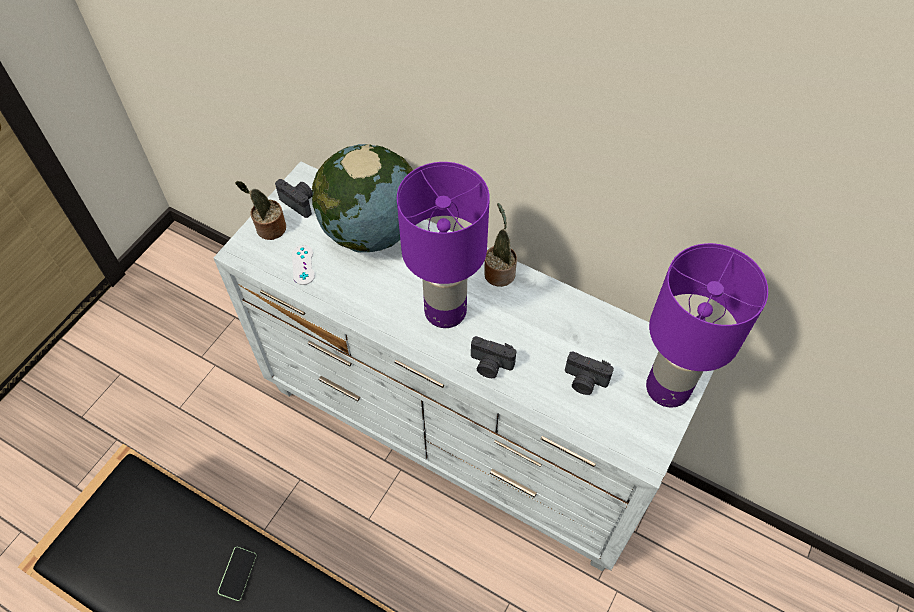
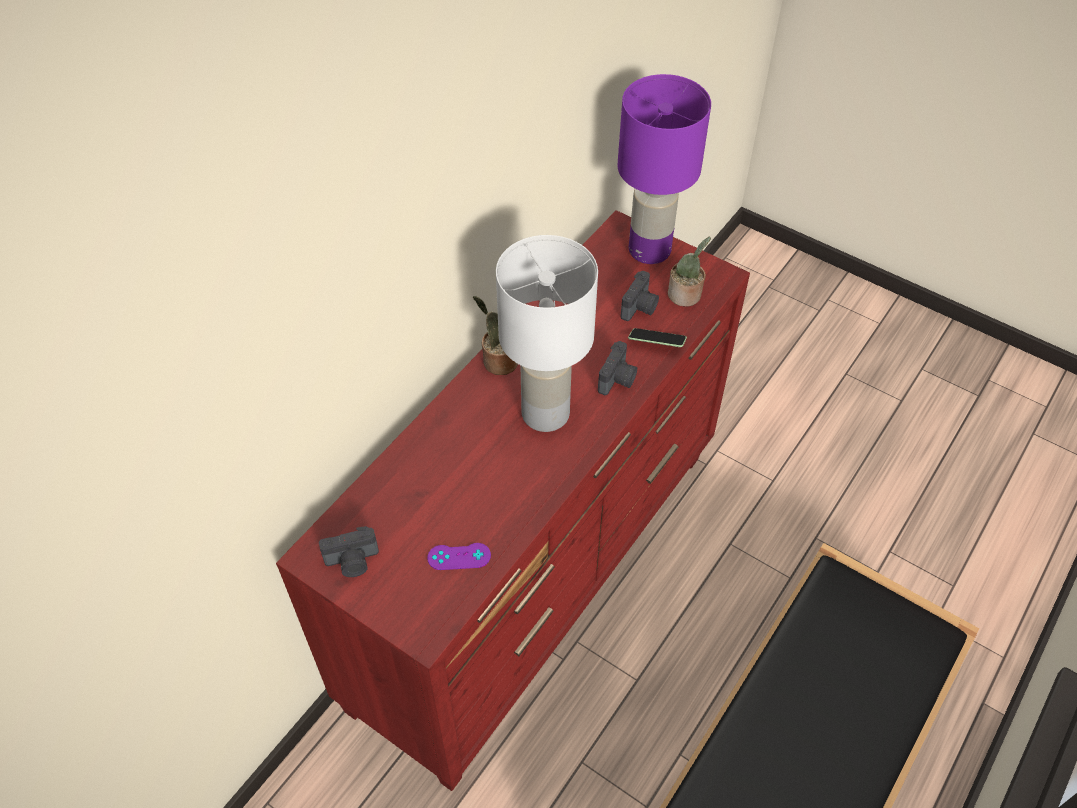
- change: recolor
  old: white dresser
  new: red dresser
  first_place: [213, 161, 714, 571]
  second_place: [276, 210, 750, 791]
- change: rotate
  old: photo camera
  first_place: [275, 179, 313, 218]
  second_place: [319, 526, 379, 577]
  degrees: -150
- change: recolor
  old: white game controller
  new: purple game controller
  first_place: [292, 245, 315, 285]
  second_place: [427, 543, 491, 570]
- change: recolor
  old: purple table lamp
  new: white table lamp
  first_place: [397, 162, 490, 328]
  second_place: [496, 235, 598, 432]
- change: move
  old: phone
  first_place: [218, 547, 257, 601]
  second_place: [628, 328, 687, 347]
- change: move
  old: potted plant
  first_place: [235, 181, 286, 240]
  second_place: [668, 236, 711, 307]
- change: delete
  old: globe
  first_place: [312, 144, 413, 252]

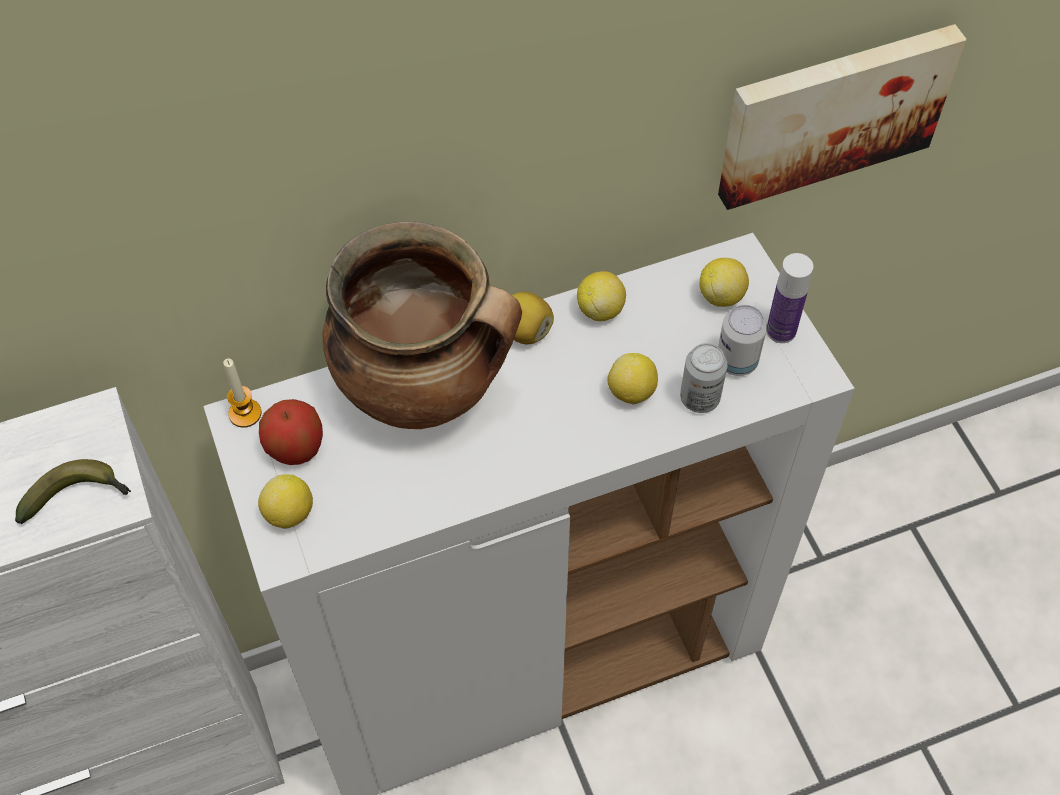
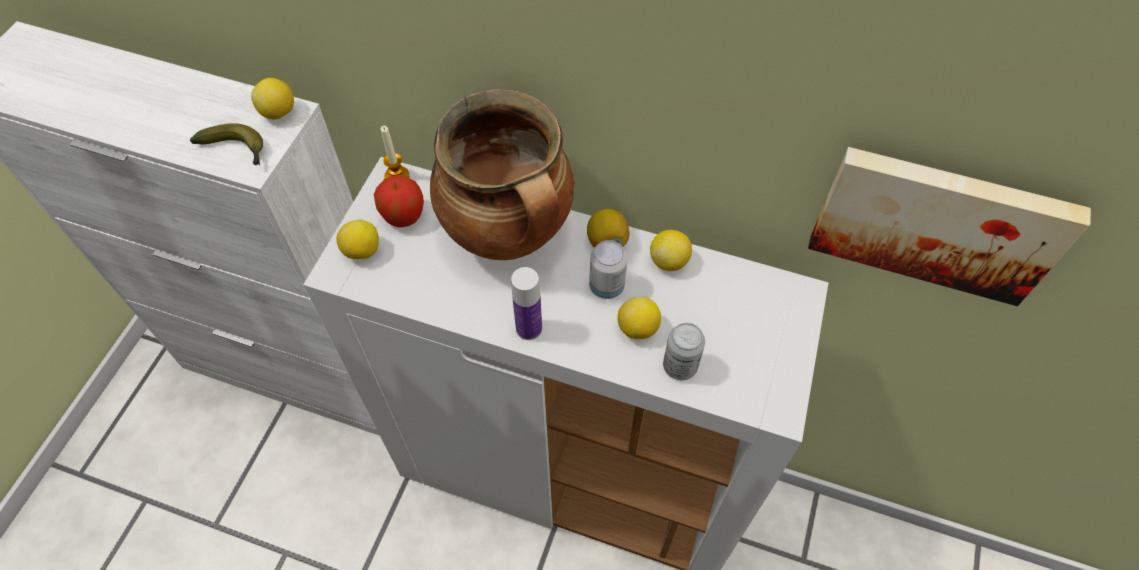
- change: move
  old: lemon
  first_place: [700, 258, 749, 307]
  second_place: [251, 78, 294, 119]
- change: move
  old: bottle
  first_place: [766, 253, 814, 343]
  second_place: [511, 267, 542, 340]
- change: move
  old: can
  first_place: [718, 305, 767, 376]
  second_place: [589, 240, 627, 299]

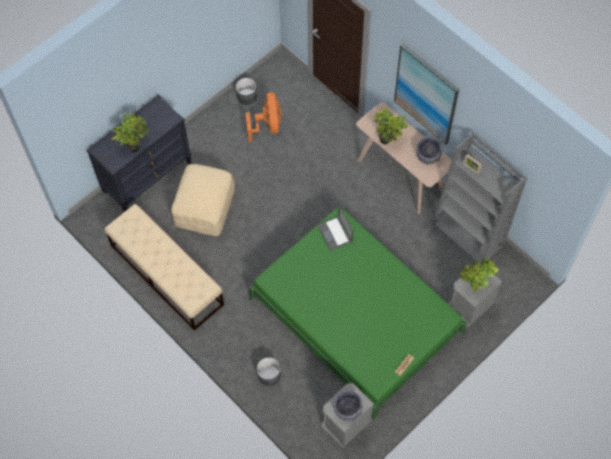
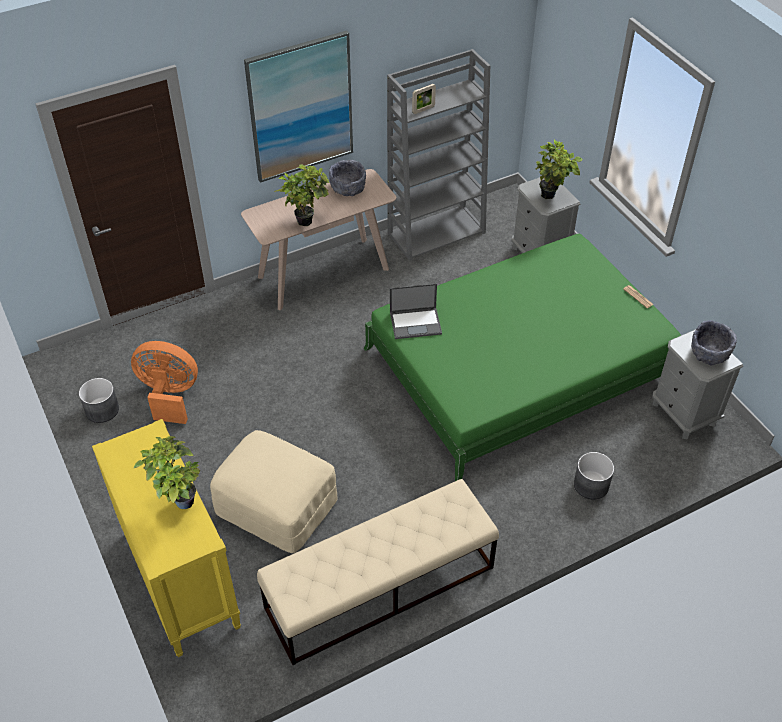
- change: recolor
  old: black dresser
  new: yellow dresser
  first_place: [87, 95, 191, 212]
  second_place: [92, 419, 241, 657]

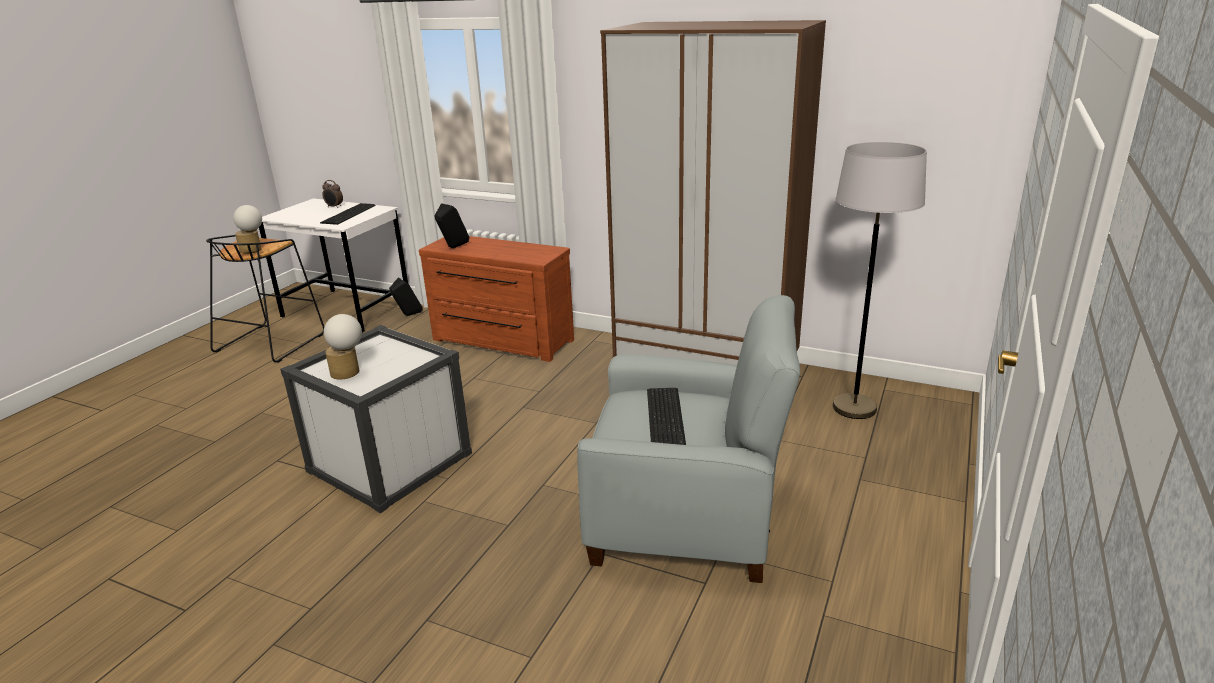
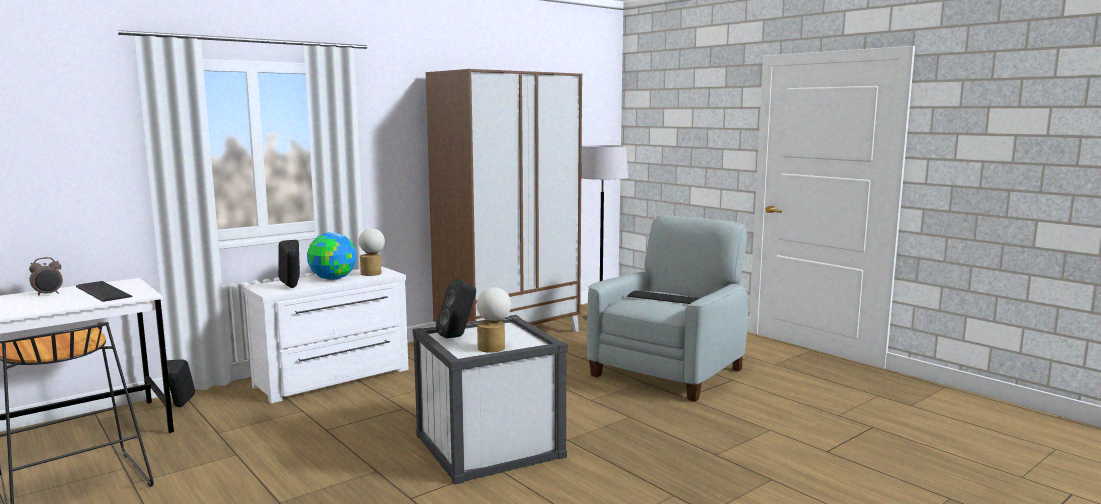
- change: recolor
  old: brown dresser
  new: white dresser
  first_place: [419, 236, 574, 362]
  second_place: [243, 266, 409, 403]
- change: insert
  new: globe
  second_place: [307, 232, 357, 280]
- change: move
  old: table lamp
  first_place: [233, 205, 262, 254]
  second_place: [359, 228, 385, 276]
- change: insert
  new: black speaker
  second_place: [436, 279, 476, 338]

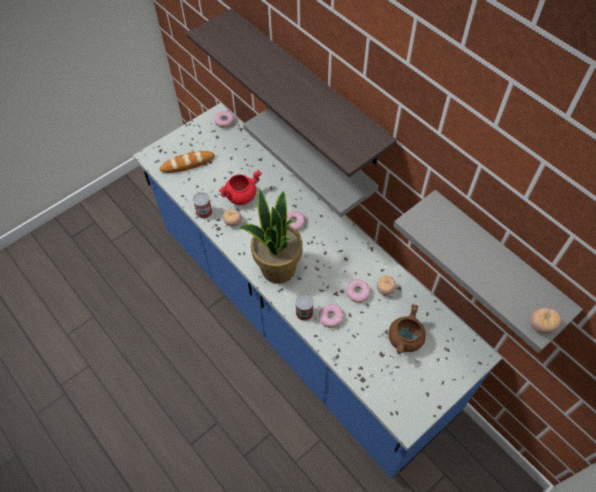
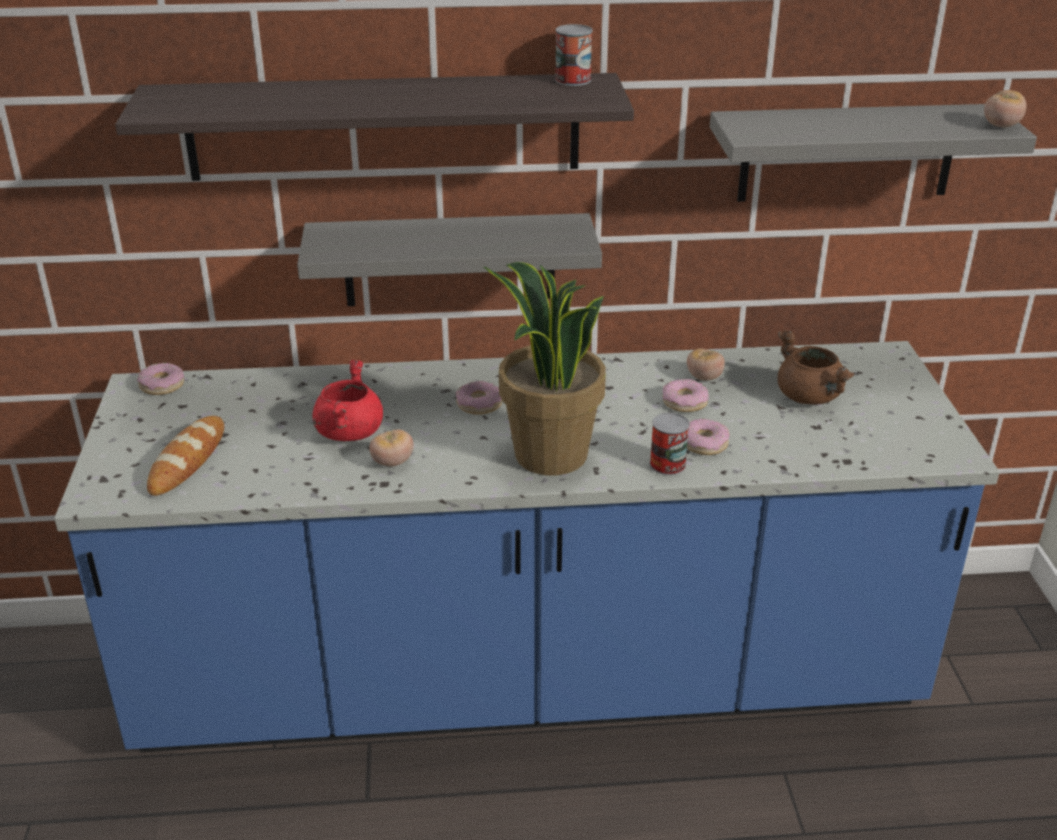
- change: move
  old: can
  first_place: [193, 192, 212, 219]
  second_place: [555, 24, 593, 86]

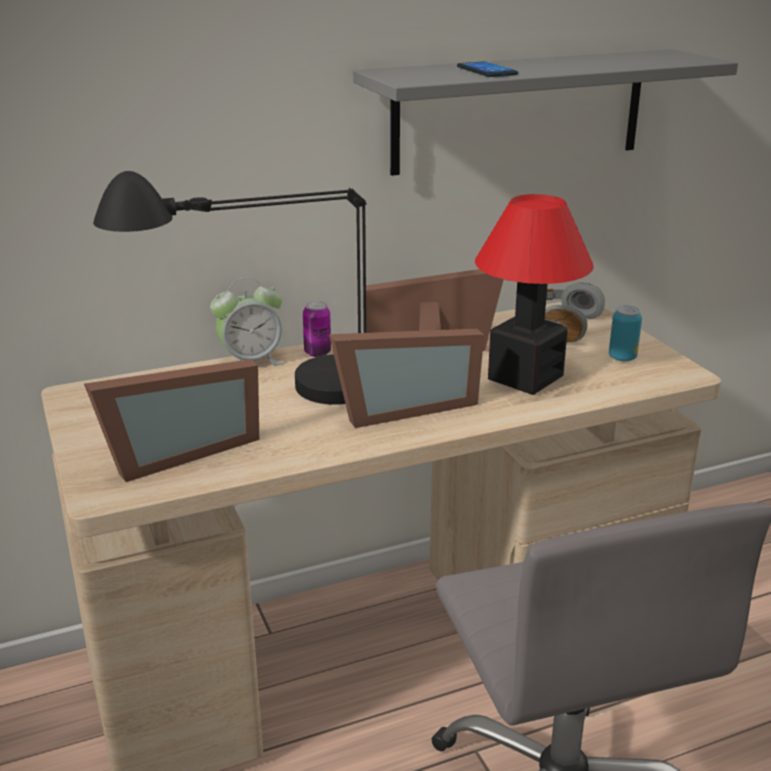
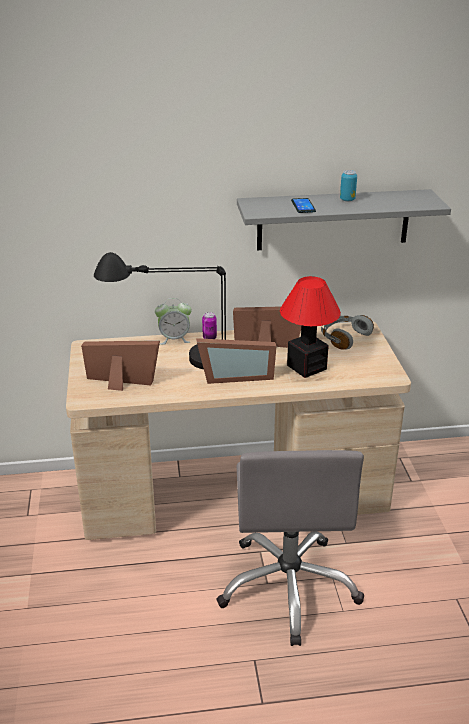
- change: rotate
  old: picture frame
  first_place: [84, 359, 259, 482]
  second_place: [81, 340, 160, 391]
  degrees: -150
- change: move
  old: can
  first_place: [609, 306, 642, 361]
  second_place: [340, 170, 357, 201]

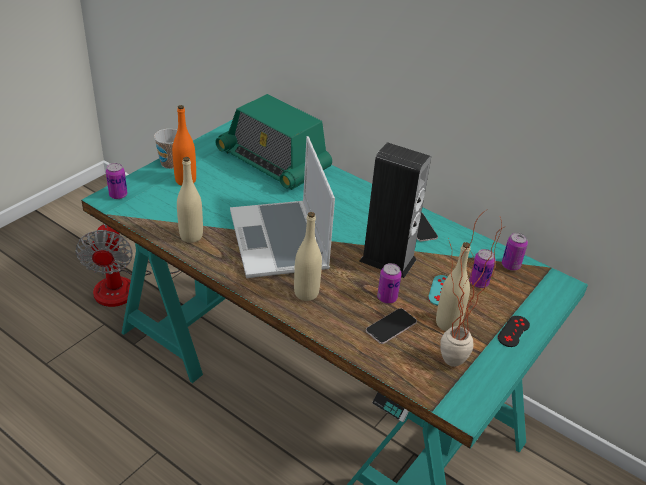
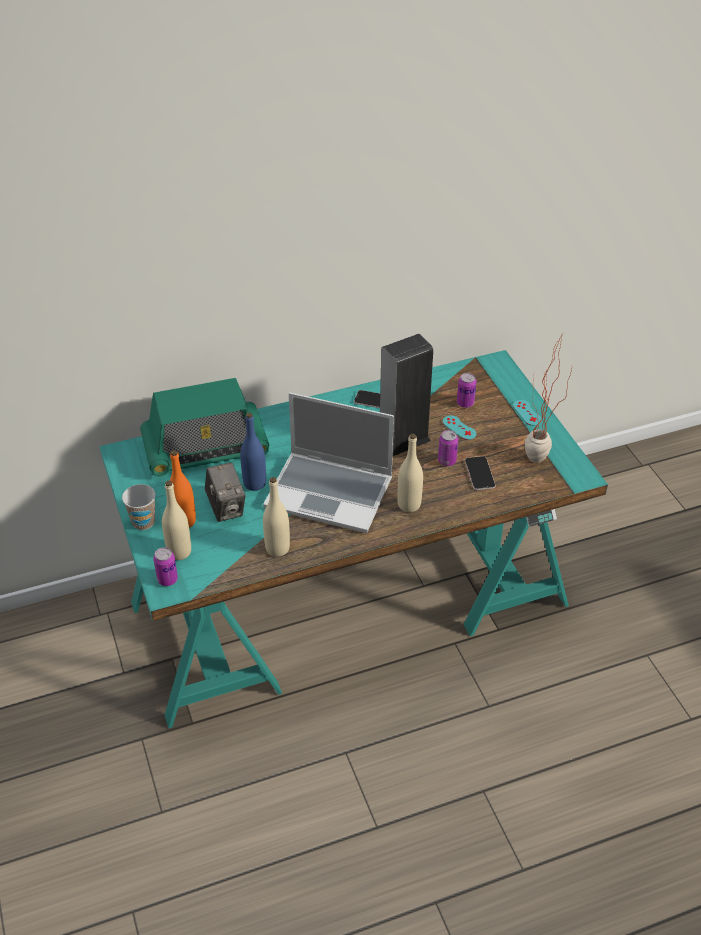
- change: move
  old: beige bottle
  first_place: [436, 242, 470, 331]
  second_place: [162, 480, 191, 560]
- change: insert
  new: photo camera
  second_place: [205, 463, 245, 522]
- change: insert
  new: blue bottle
  second_place: [240, 413, 266, 491]
- change: recolor
  old: black game controller
  new: turquoise game controller
  first_place: [498, 316, 530, 347]
  second_place: [513, 400, 542, 426]
- change: delete
  old: fan
  first_place: [75, 224, 180, 307]
- change: delete
  old: can
  first_place: [502, 233, 528, 271]

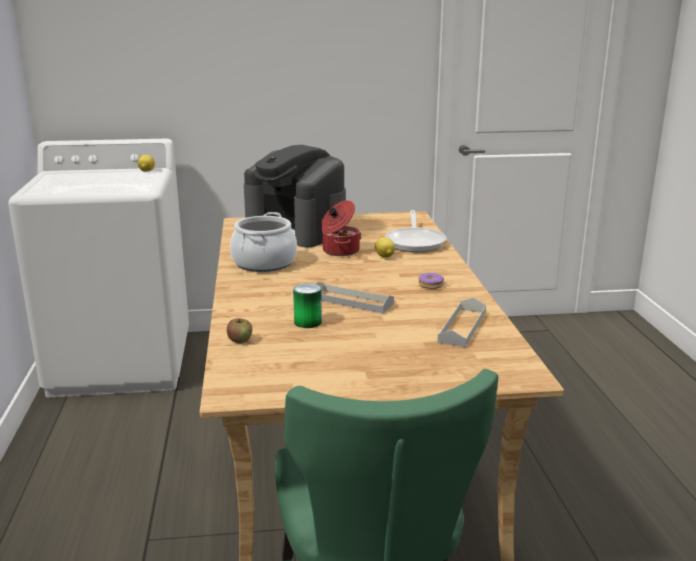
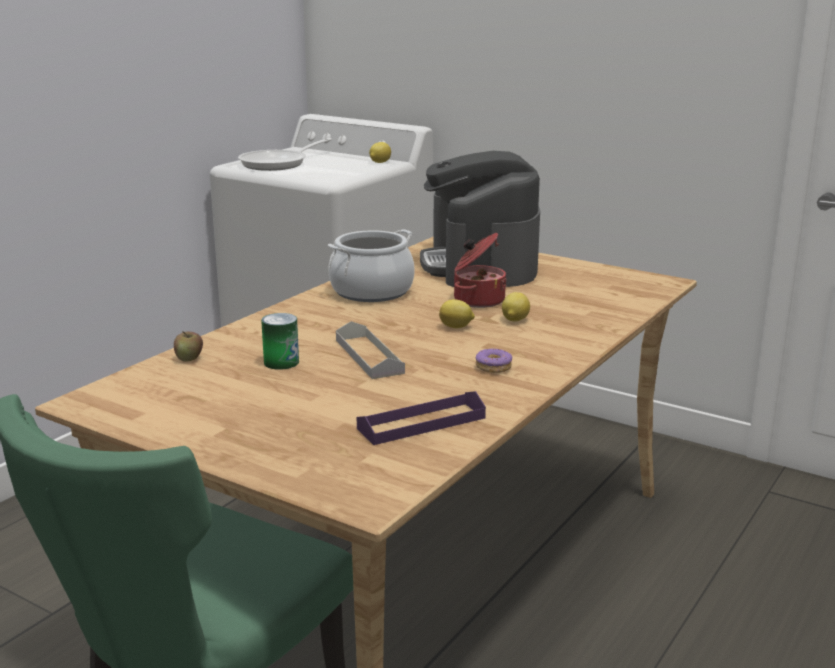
- change: move
  old: frying pan
  first_place: [385, 210, 446, 252]
  second_place: [238, 138, 332, 171]
- change: recolor
  old: grey tray
  new: purple tray
  first_place: [437, 298, 486, 348]
  second_place: [357, 391, 486, 445]
- change: insert
  new: lemon
  second_place: [439, 299, 475, 328]

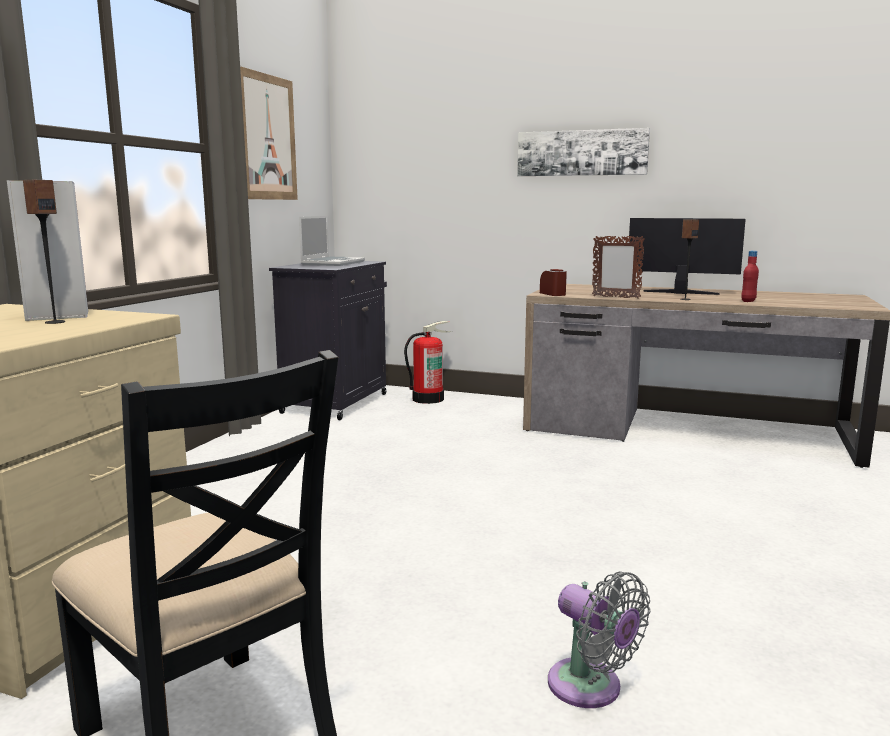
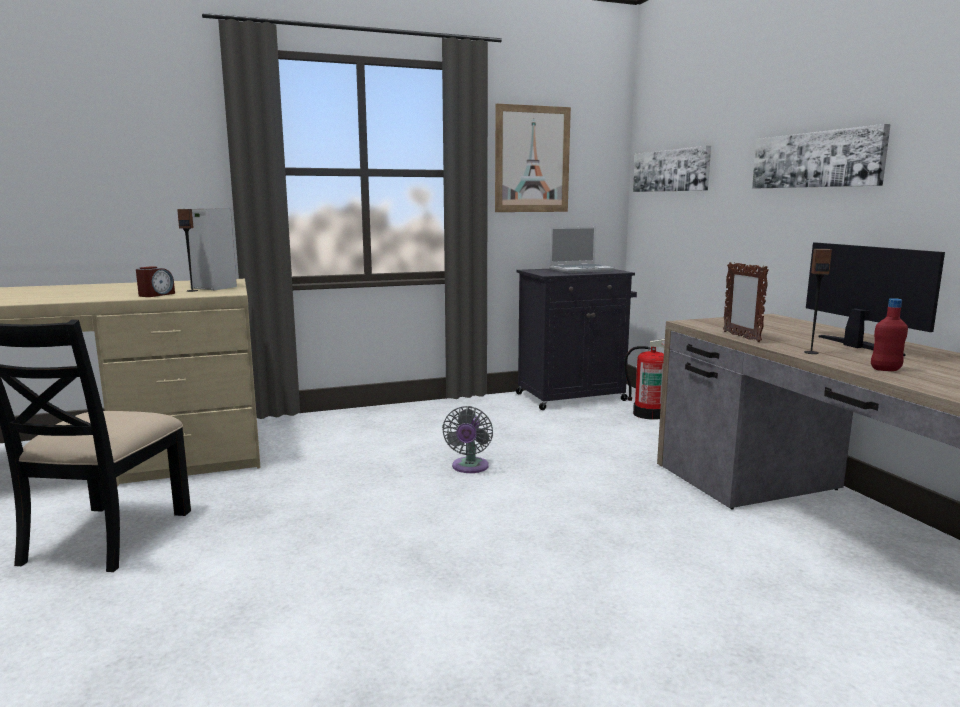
- change: move
  old: alarm clock
  first_place: [540, 269, 567, 296]
  second_place: [136, 266, 175, 297]
- change: move
  old: grey fan
  first_place: [548, 571, 650, 708]
  second_place: [442, 406, 493, 473]
- change: insert
  new: picture
  second_place: [633, 146, 711, 192]

